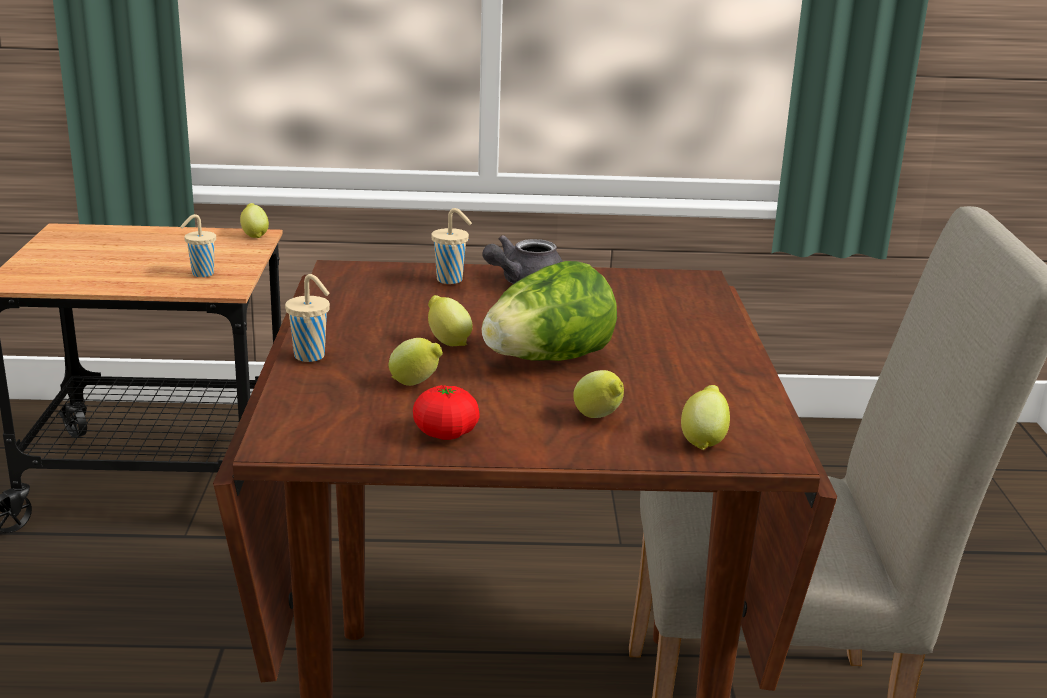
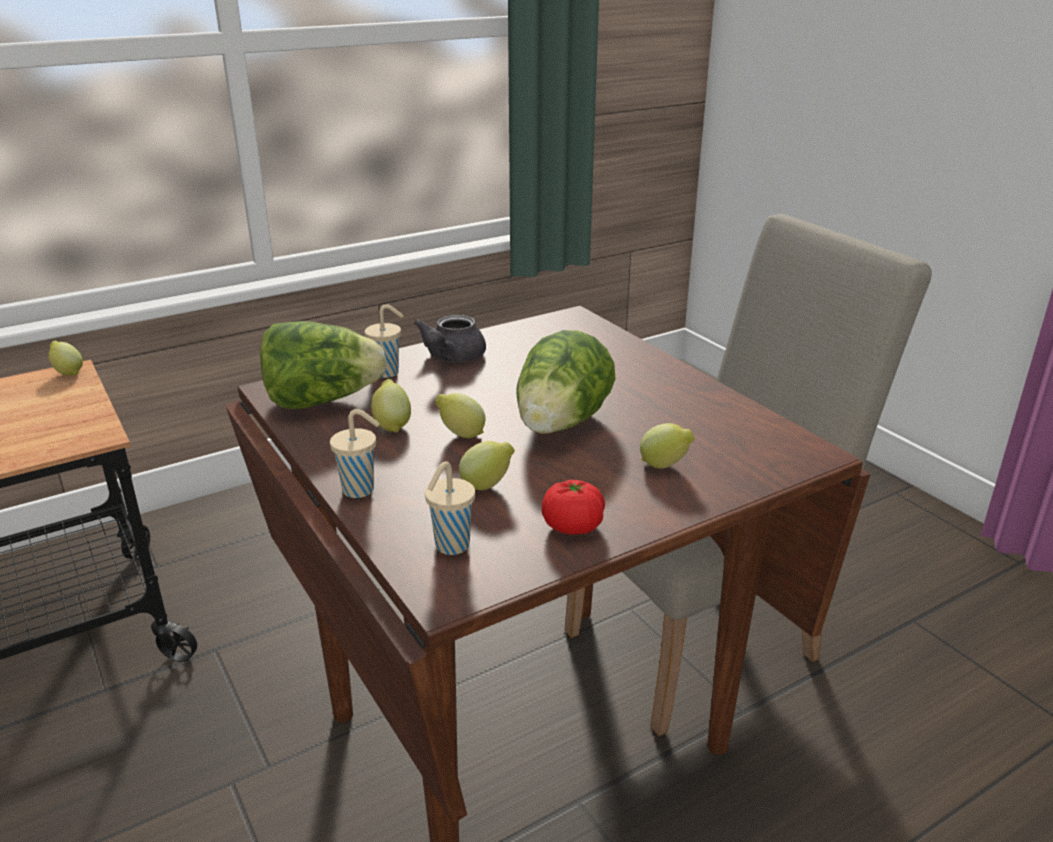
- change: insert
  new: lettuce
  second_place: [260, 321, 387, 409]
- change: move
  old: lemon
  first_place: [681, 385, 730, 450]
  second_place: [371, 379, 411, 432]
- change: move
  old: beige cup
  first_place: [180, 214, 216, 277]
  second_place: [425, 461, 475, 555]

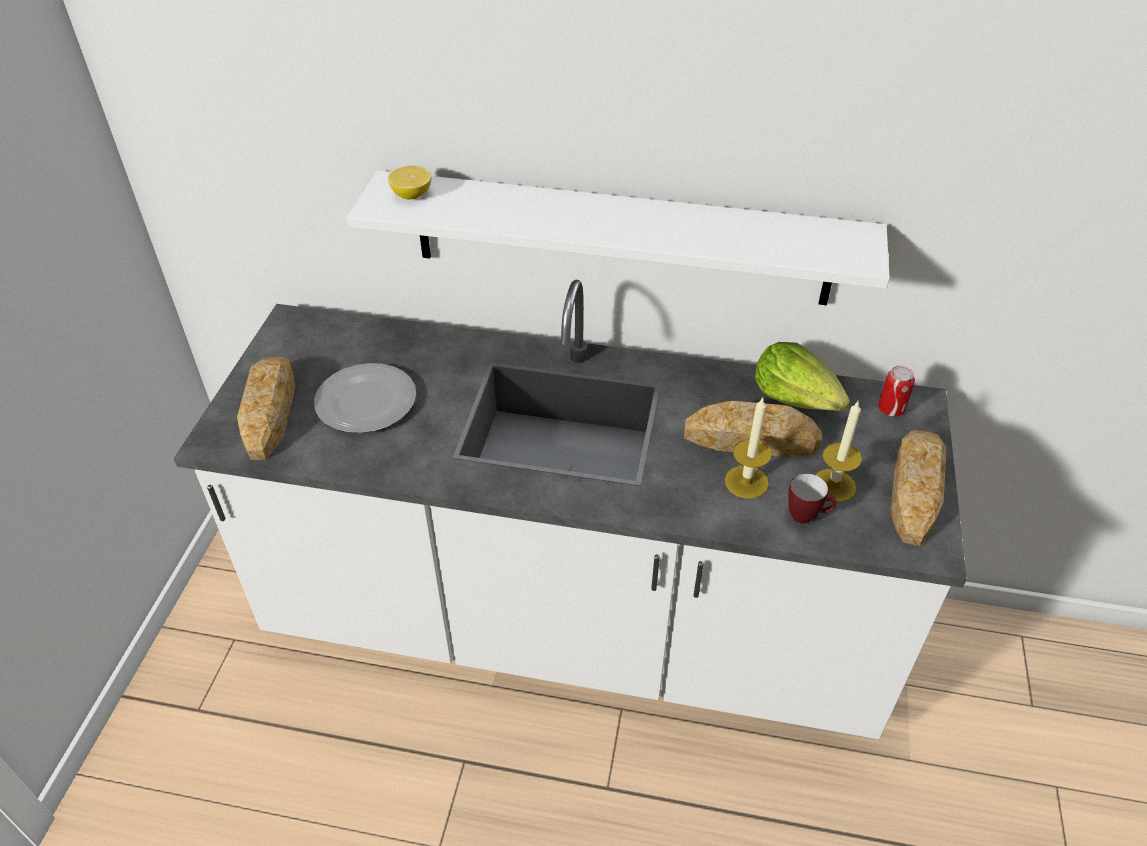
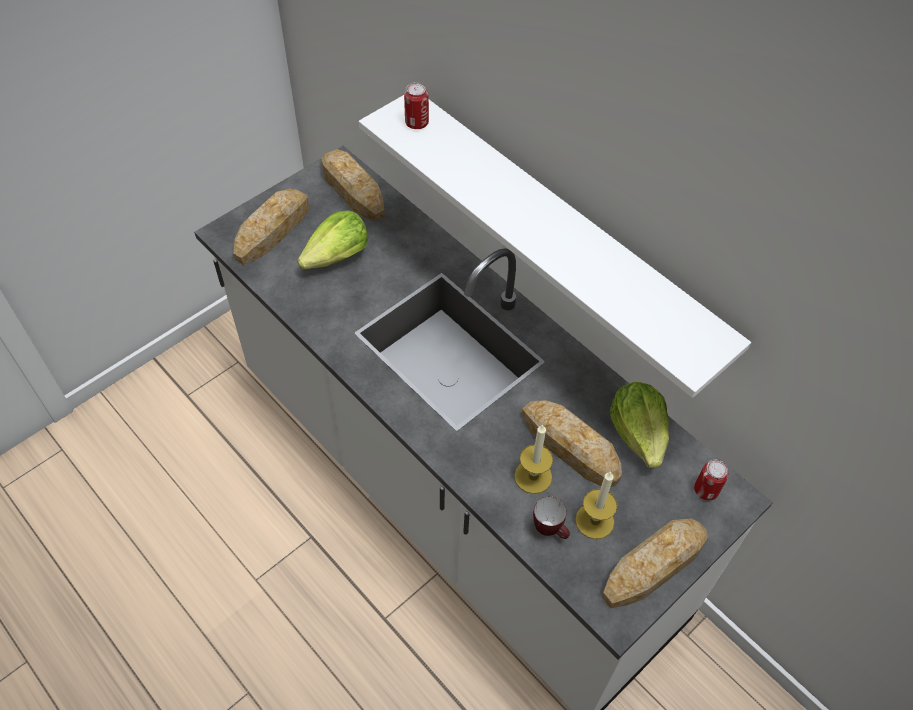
- change: replace
  old: plate
  new: lettuce
  first_place: [314, 363, 416, 433]
  second_place: [297, 210, 368, 269]
- change: insert
  new: bread
  second_place: [321, 149, 385, 221]
- change: replace
  old: lemon
  new: can
  first_place: [388, 166, 431, 199]
  second_place: [404, 82, 429, 129]

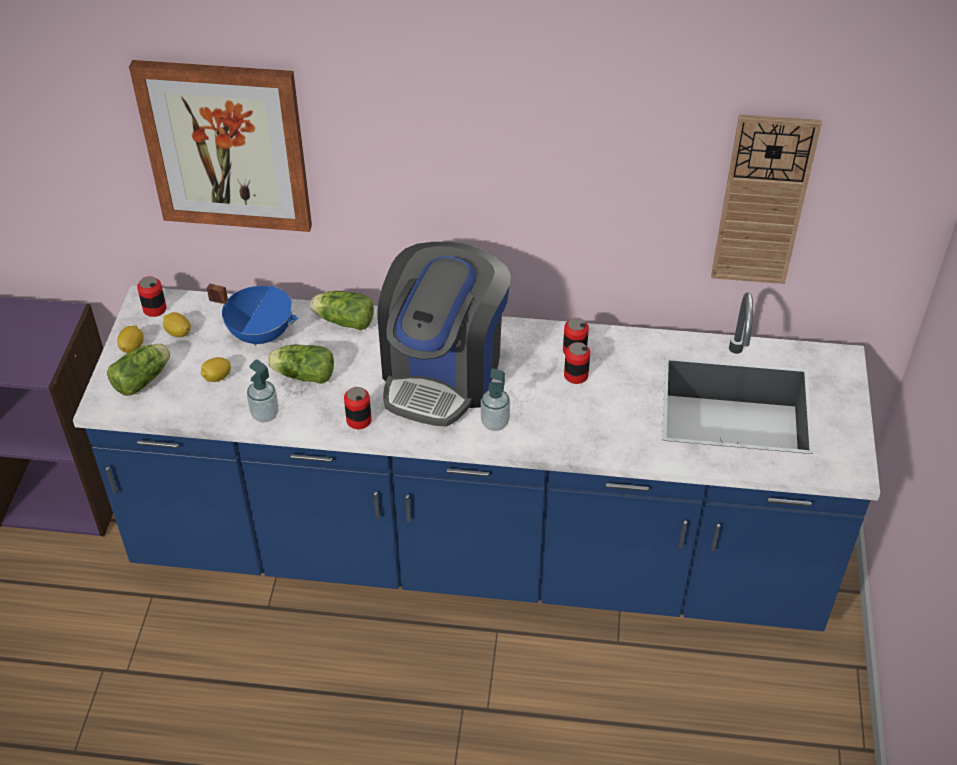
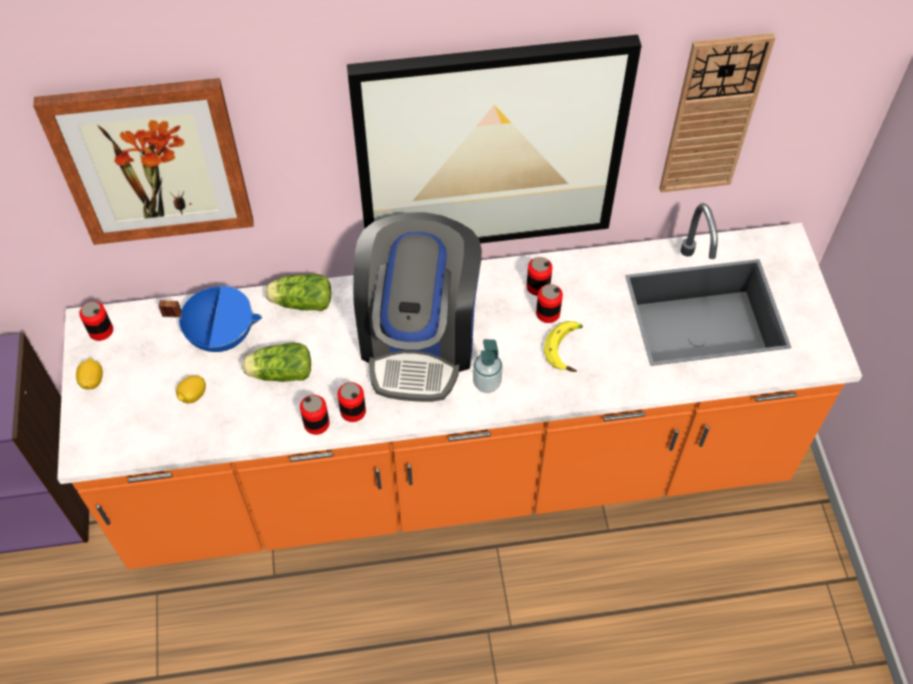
- change: recolor
  old: blue counter
  new: orange counter
  first_place: [73, 286, 880, 631]
  second_place: [57, 203, 862, 569]
- change: insert
  new: can
  second_place: [300, 395, 330, 435]
- change: insert
  new: picture
  second_place: [347, 35, 642, 243]
- change: insert
  new: banana
  second_place: [544, 321, 583, 372]
- change: delete
  old: lettuce
  first_place: [107, 344, 170, 396]
- change: delete
  old: lemon
  first_place: [163, 312, 191, 337]
- change: delete
  old: soap dispenser
  first_place: [247, 359, 279, 422]

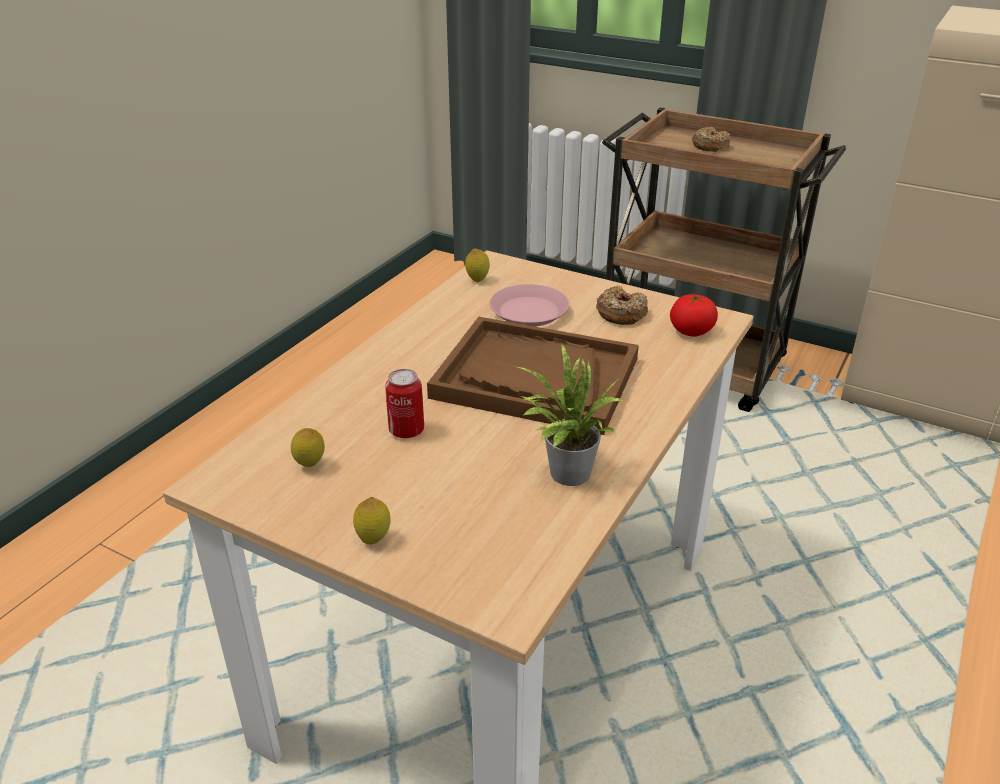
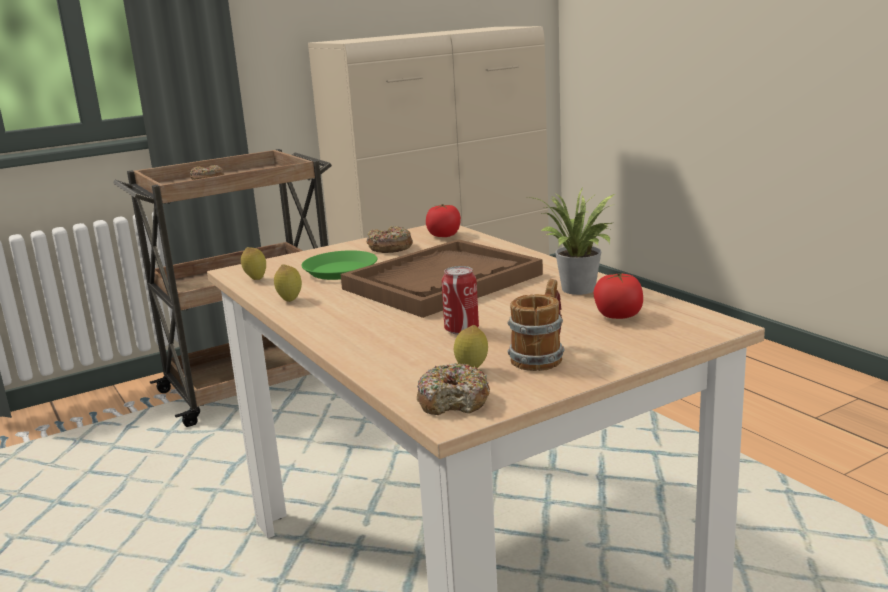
- change: move
  old: lemon
  first_place: [353, 497, 390, 544]
  second_place: [274, 264, 302, 302]
- change: recolor
  old: pink plate
  new: green plate
  first_place: [490, 284, 569, 326]
  second_place: [301, 250, 377, 280]
- change: insert
  new: donut
  second_place: [417, 363, 490, 415]
- change: insert
  new: mug
  second_place: [507, 279, 565, 371]
- change: insert
  new: tomato
  second_place: [593, 272, 643, 319]

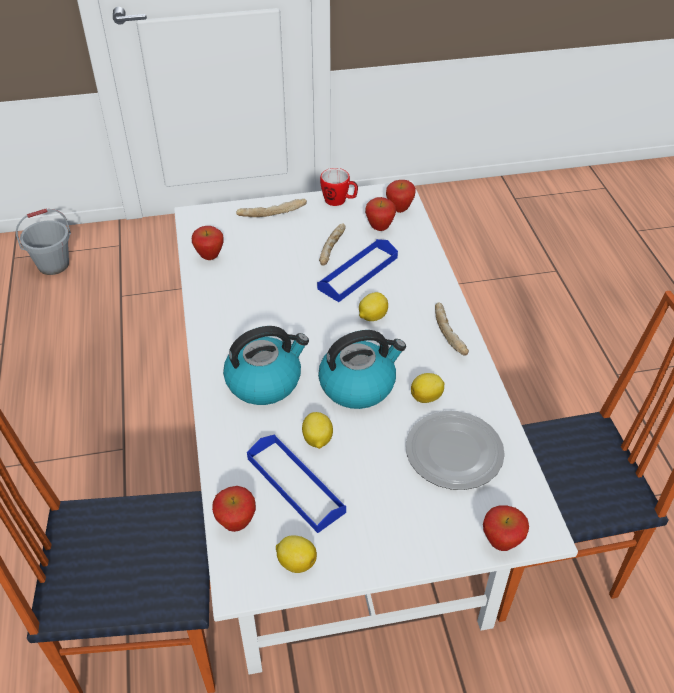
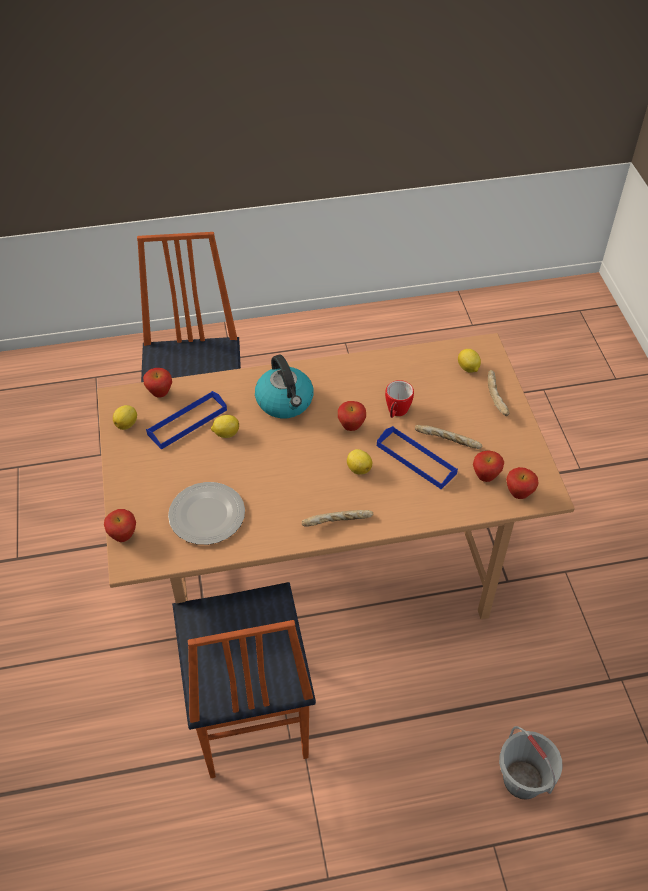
- change: recolor
  old: white dining table
  new: brown dining table
  first_place: [174, 181, 578, 675]
  second_place: [97, 333, 575, 619]
- change: move
  old: apple
  first_place: [192, 226, 224, 260]
  second_place: [338, 401, 366, 431]
- change: move
  old: mug
  first_place: [320, 168, 358, 206]
  second_place: [385, 380, 414, 418]
- change: move
  old: lemon
  first_place: [411, 373, 445, 403]
  second_place: [458, 349, 481, 373]
- change: move
  old: grey bucket
  first_place: [16, 209, 71, 275]
  second_place: [499, 726, 563, 800]
- change: delete
  old: kettle
  first_place: [318, 330, 406, 409]

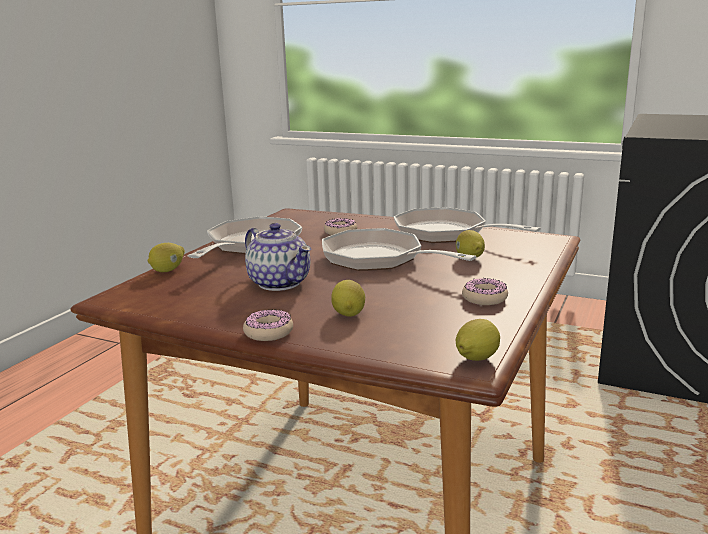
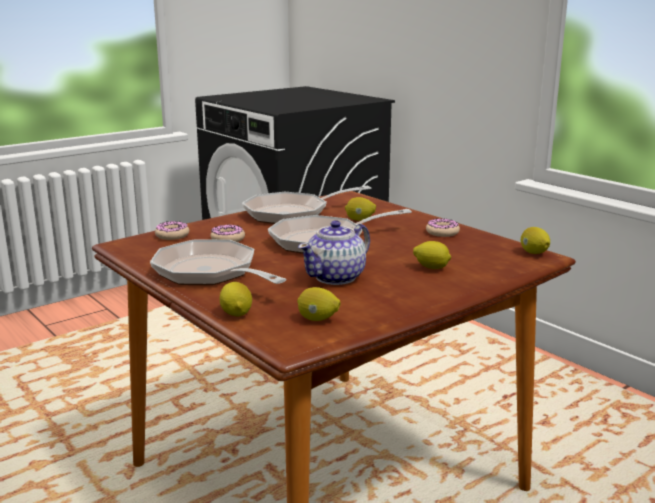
- change: move
  old: donut
  first_place: [243, 309, 293, 341]
  second_place: [155, 221, 189, 240]
- change: insert
  new: lemon
  second_place: [297, 287, 341, 321]
- change: rotate
  old: teapot
  first_place: [245, 223, 311, 291]
  second_place: [298, 220, 370, 285]
  degrees: 150

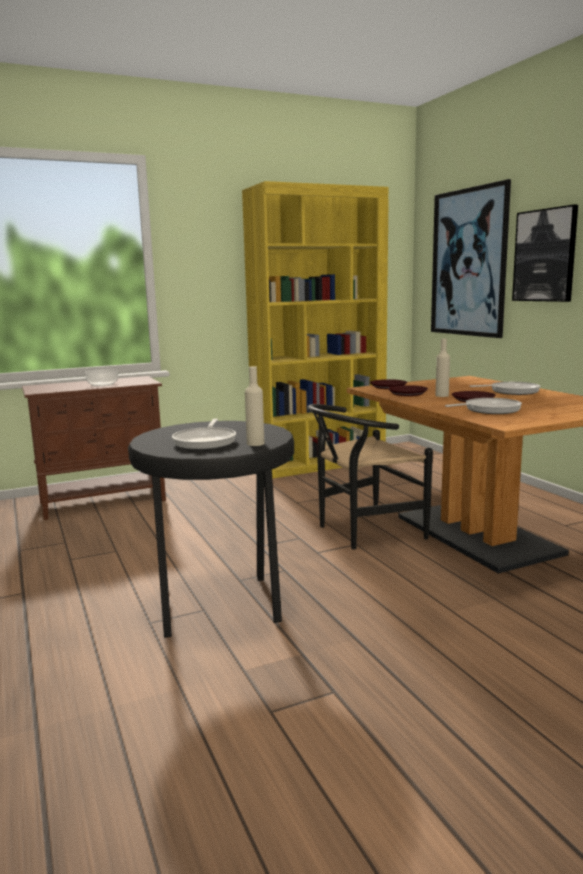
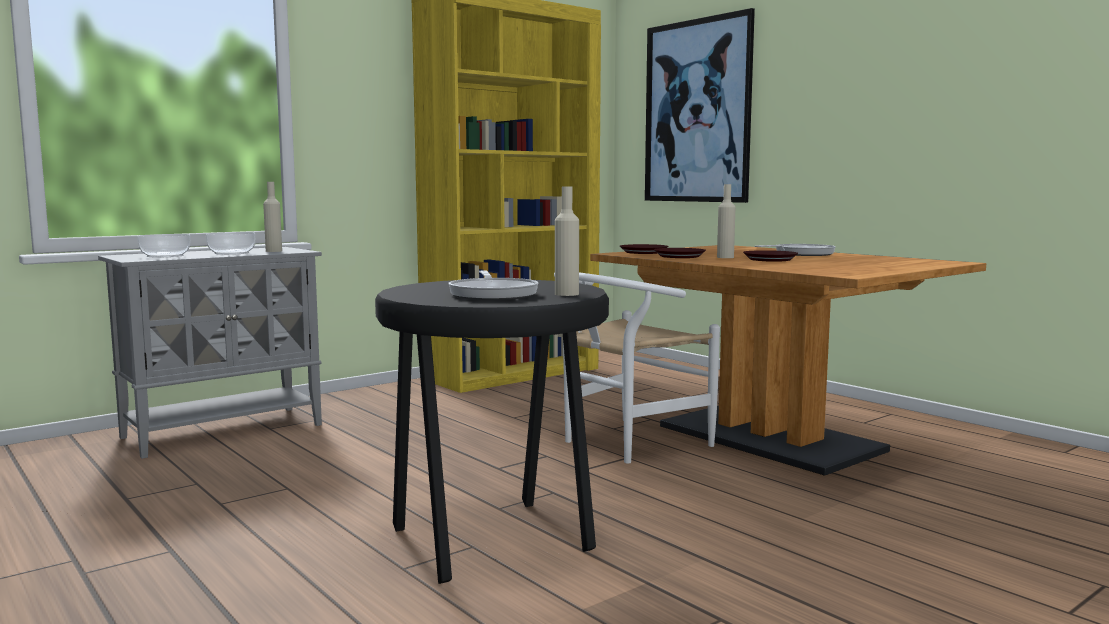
- change: recolor
  old: brown cabinet
  new: grey cabinet
  first_place: [22, 376, 166, 520]
  second_place: [98, 247, 322, 459]
- change: insert
  new: bowl
  second_place: [137, 234, 190, 257]
- change: insert
  new: beige bottle
  second_place: [263, 182, 282, 252]
- change: recolor
  old: black chair
  new: white chair
  first_place: [307, 404, 433, 550]
  second_place: [554, 272, 720, 463]
- change: delete
  old: frying pan
  first_place: [445, 398, 522, 414]
- change: delete
  old: picture
  first_place: [512, 205, 578, 302]

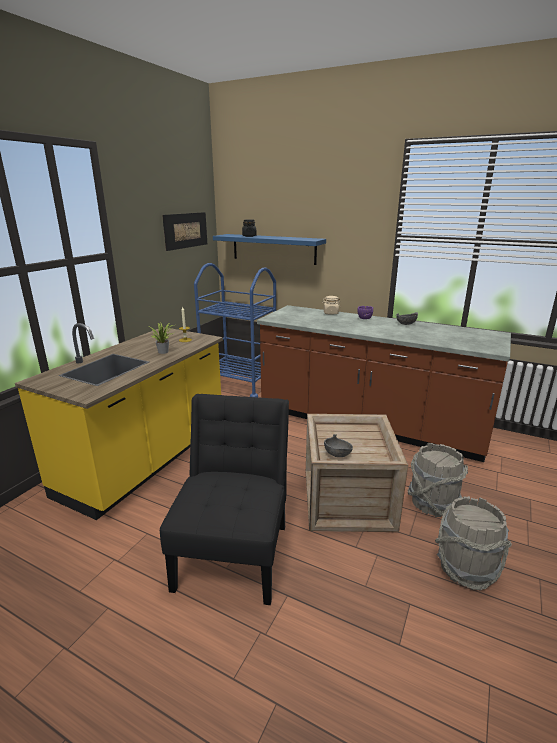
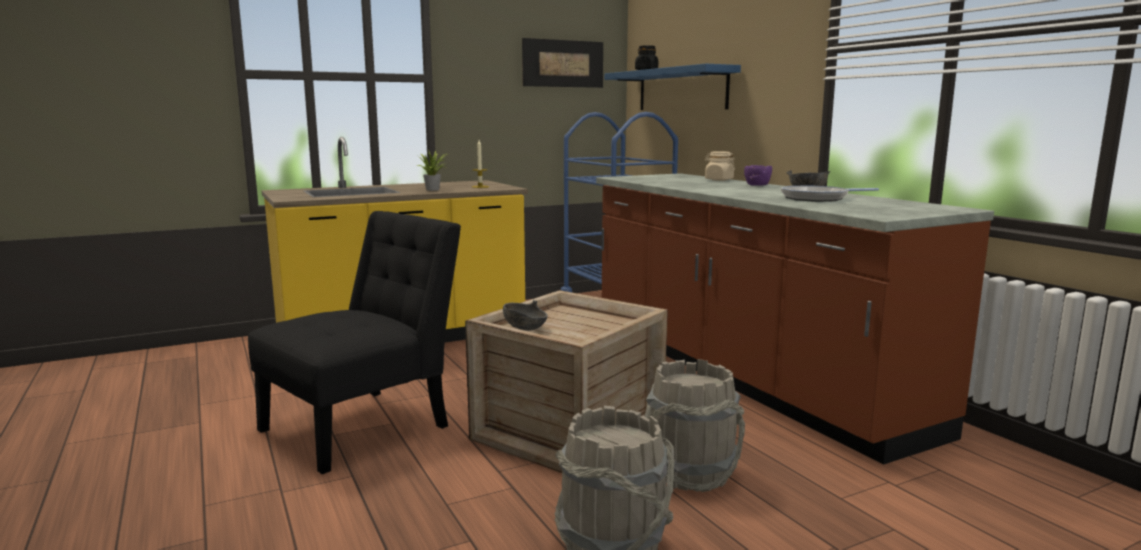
- change: insert
  new: frying pan
  second_place: [781, 185, 879, 202]

